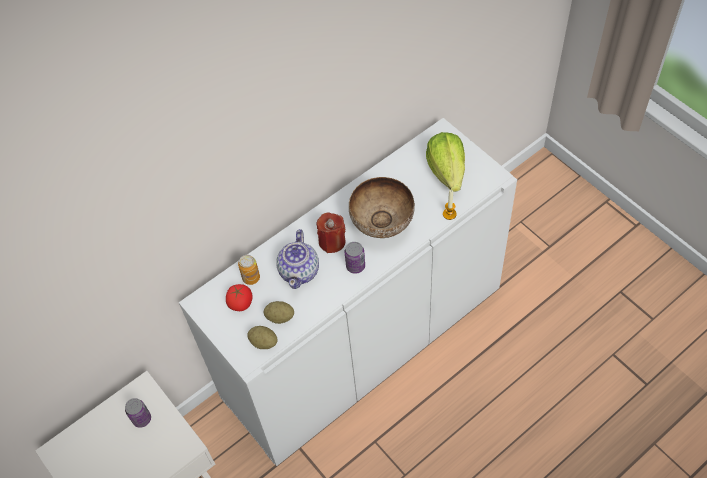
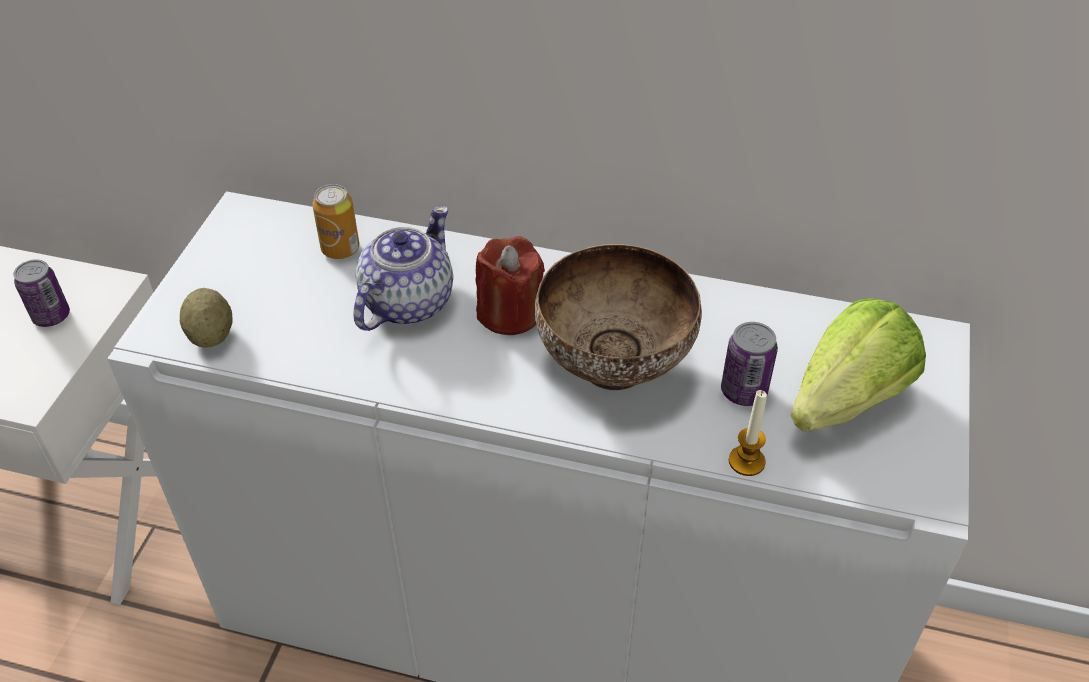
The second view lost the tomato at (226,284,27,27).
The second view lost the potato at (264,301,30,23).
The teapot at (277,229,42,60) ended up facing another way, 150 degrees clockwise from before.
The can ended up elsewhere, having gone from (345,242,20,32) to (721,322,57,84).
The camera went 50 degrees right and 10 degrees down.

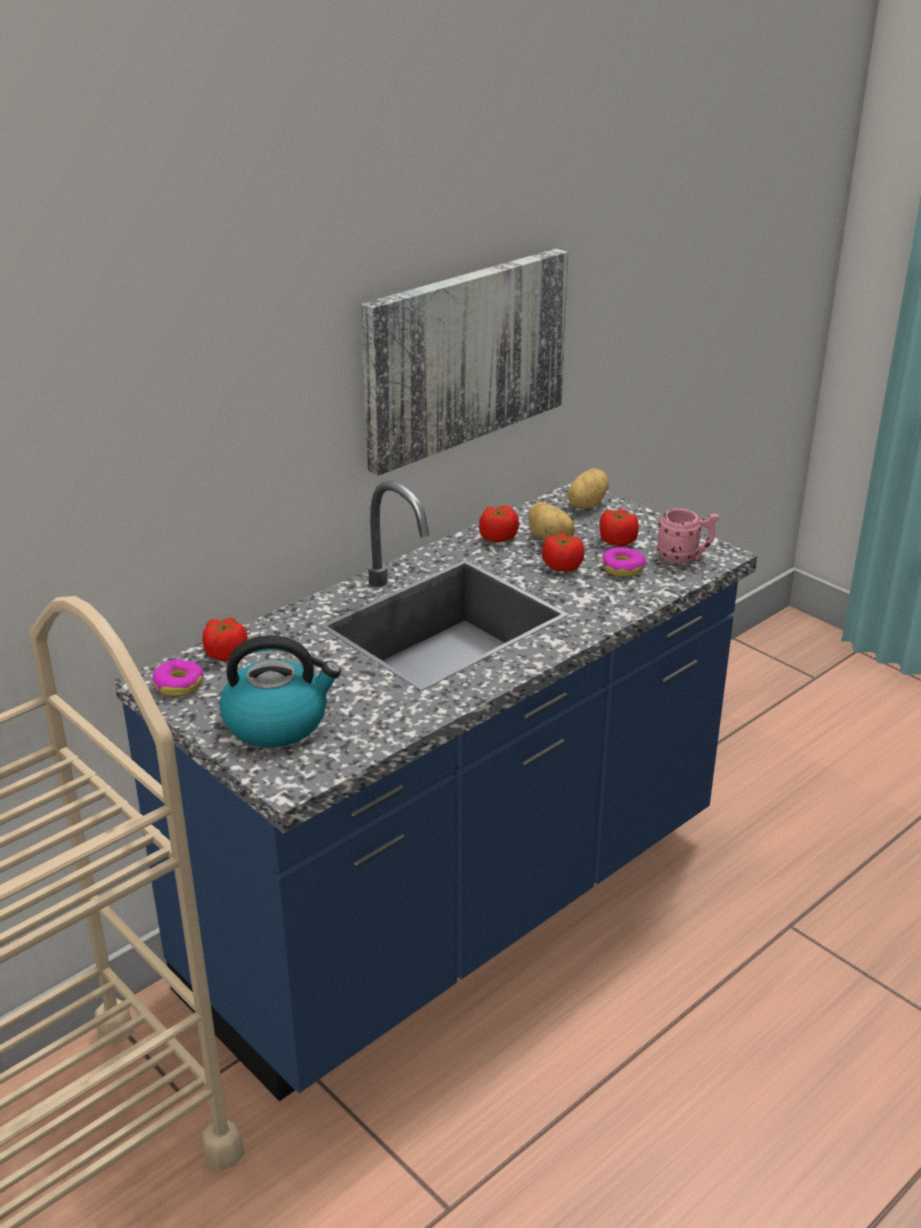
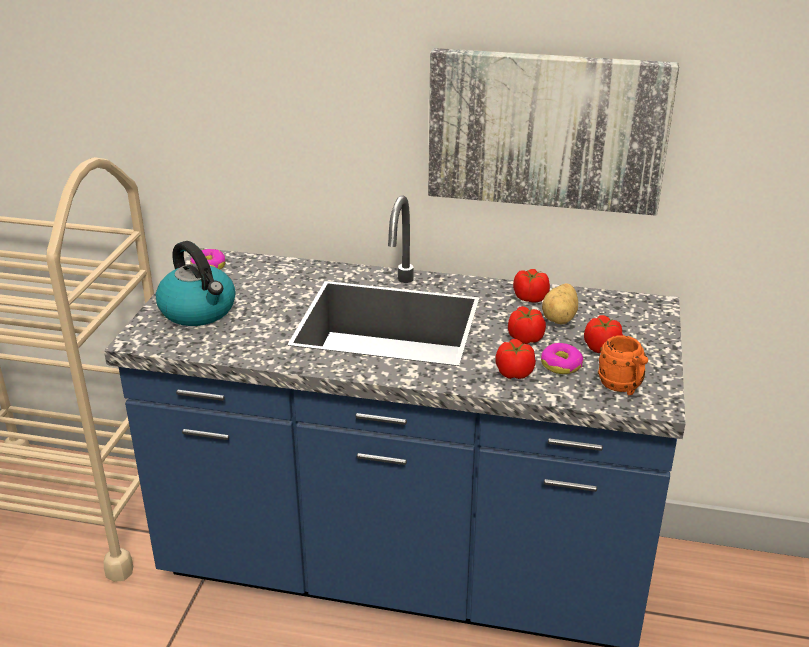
The tomato ended up elsewhere, having gone from (203,618,45,44) to (495,339,41,40).
The second view lost the potato at (567,468,42,41).
What was the pink mug at (657,508,62,56) turned into the orange mug at (598,335,50,60).
The camera went 55 degrees right and 0 degrees up.

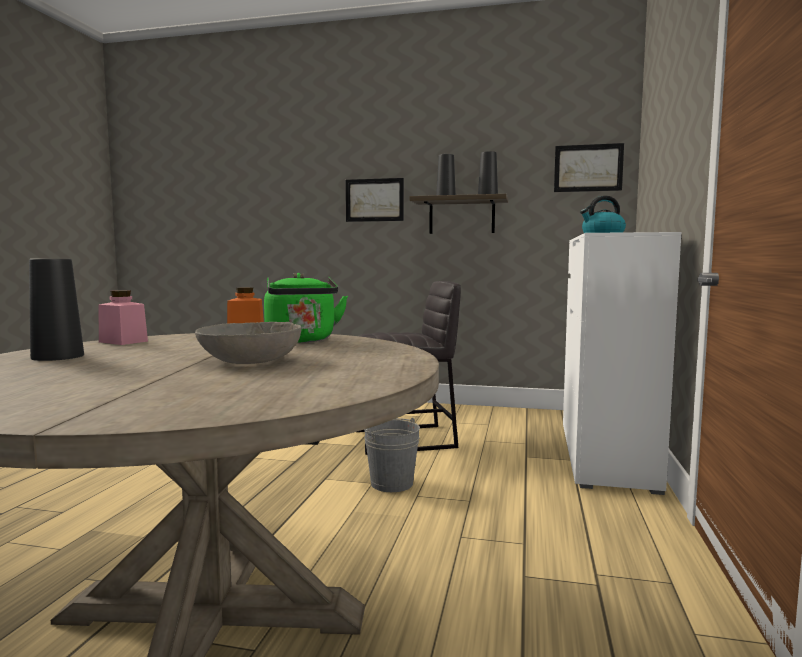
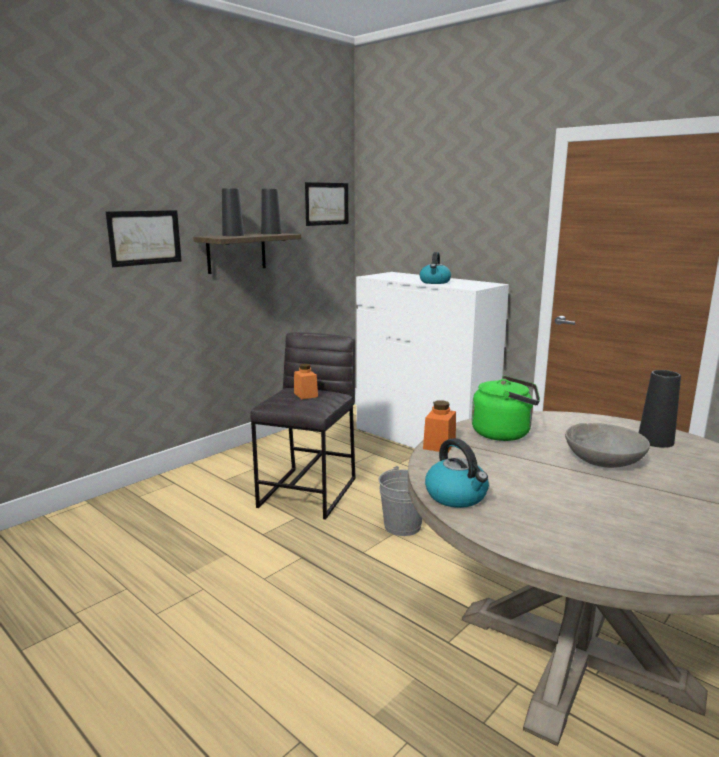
The black vase ended up elsewhere, having gone from (29,259,55,102) to (639,370,42,78).
Where the pink jar stood at (98,290,50,55), the kettle came to stand at (425,438,64,70).
The second view gained the orange jar at (294,364,24,36).
The camera went 60 degrees left and 10 degrees up.

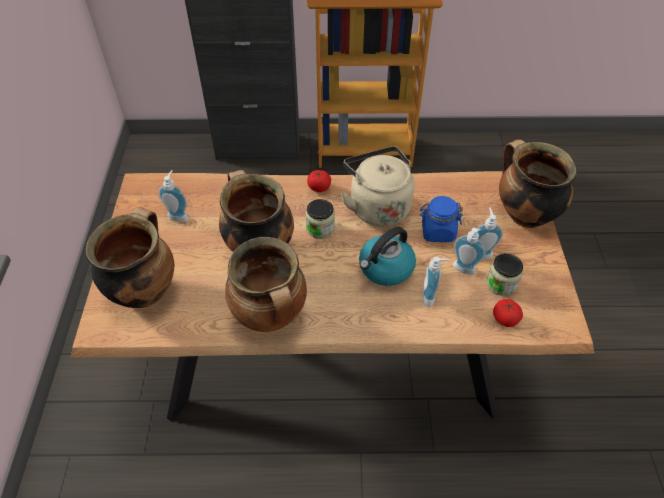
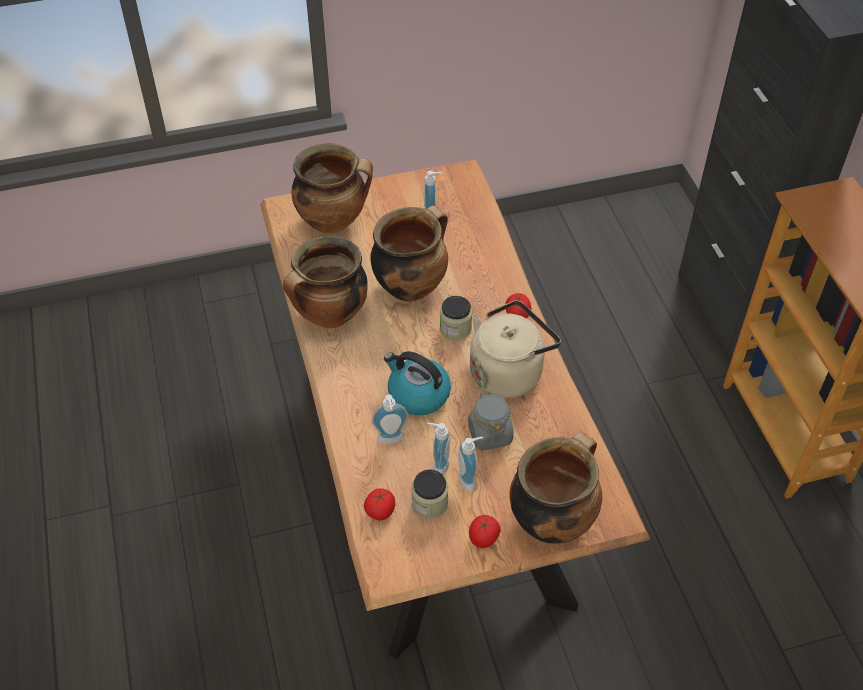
What was the blue jar at (420,196,43,46) turned into the grey jar at (468,392,46,59).
The second view gained the tomato at (469,515,32,33).
The camera went 75 degrees right and 0 degrees up.

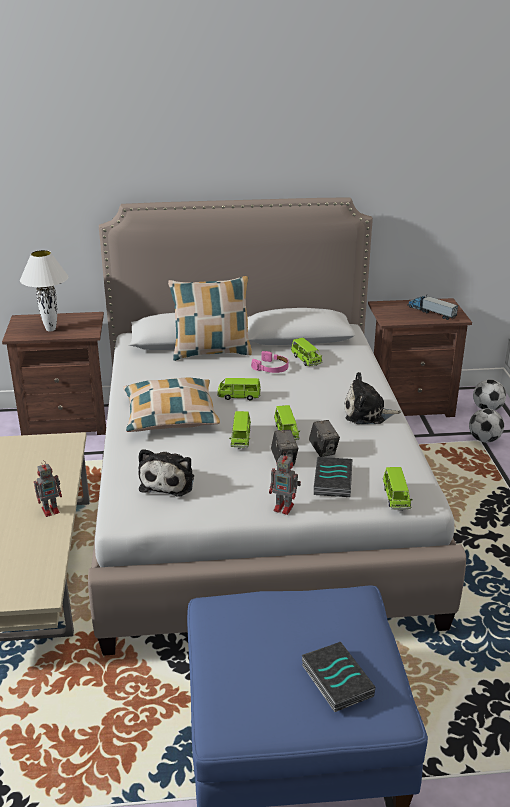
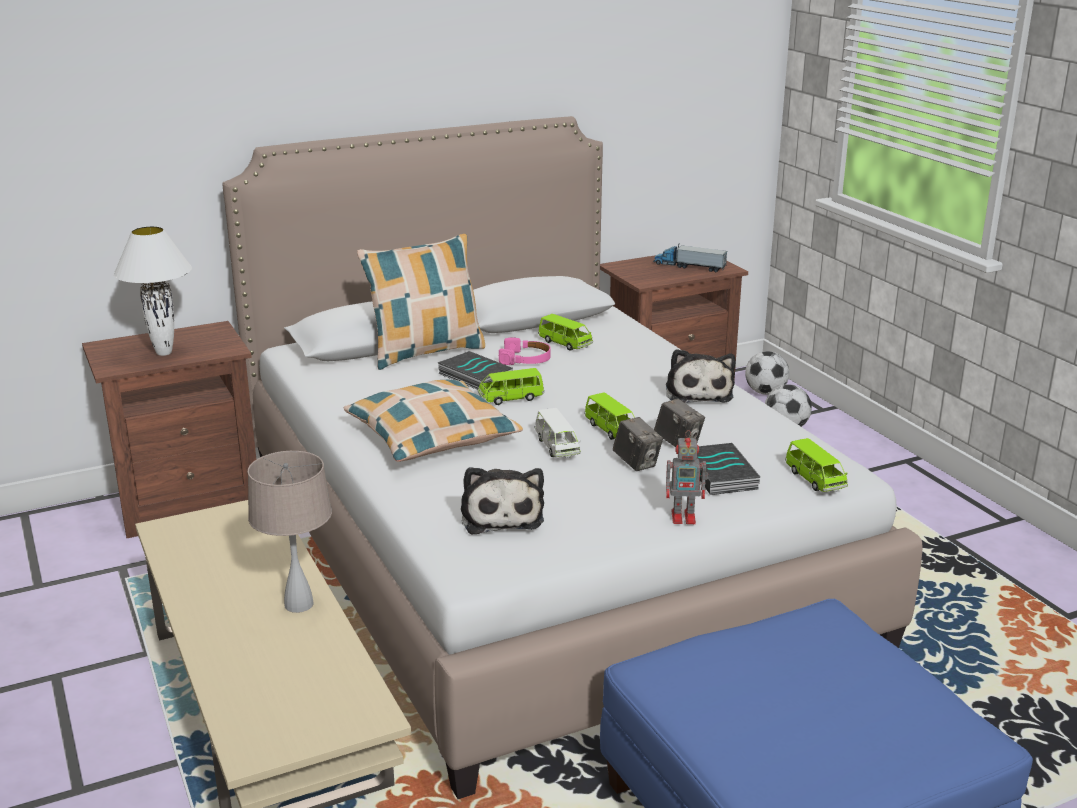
Where the toy robot stood at (34,461,28,56), the beige table lamp came to stand at (248,451,84,162).
What was the green toy car at (229,411,22,37) turned into the white toy car at (535,408,46,50).
The book ended up elsewhere, having gone from (302,642,73,70) to (437,351,76,39).
The plush toy at (345,372,56,52) ended up facing another way, 75 degrees counterclockwise from before.
The camera went 20 degrees left and 5 degrees down.

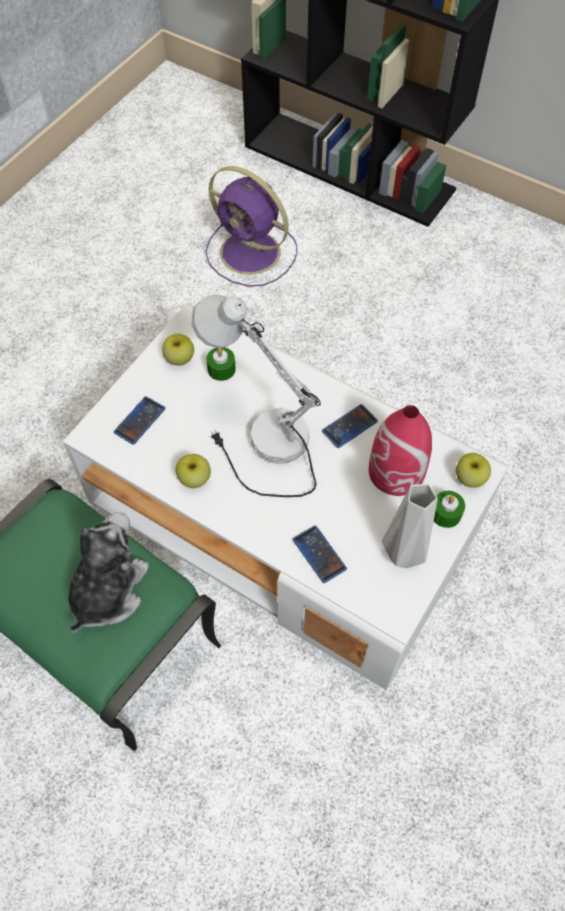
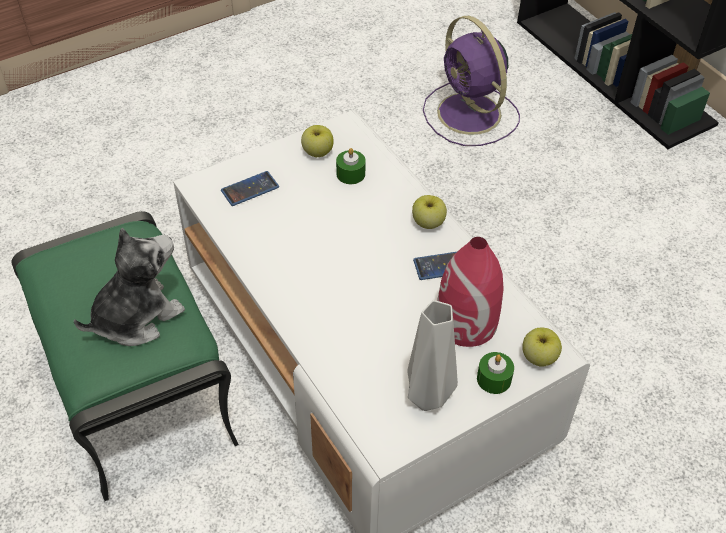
The apple ended up elsewhere, having gone from (175,454,36,34) to (412,195,35,34).
The second view lost the white table lamp at (192,294,129,203).
The second view lost the phone at (292,526,55,57).
The camera went 25 degrees right and 10 degrees down.

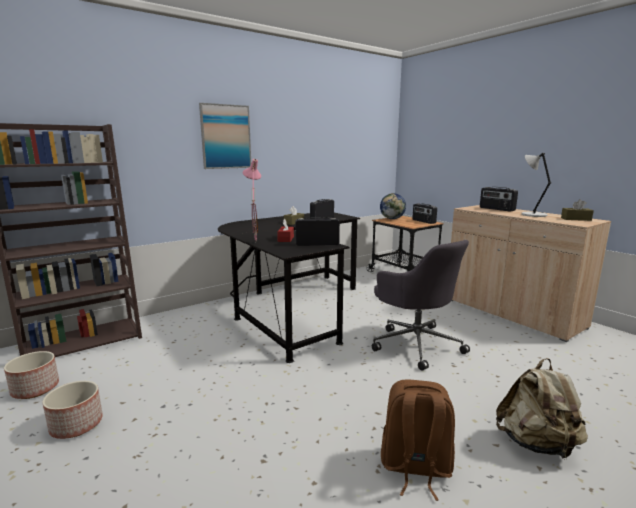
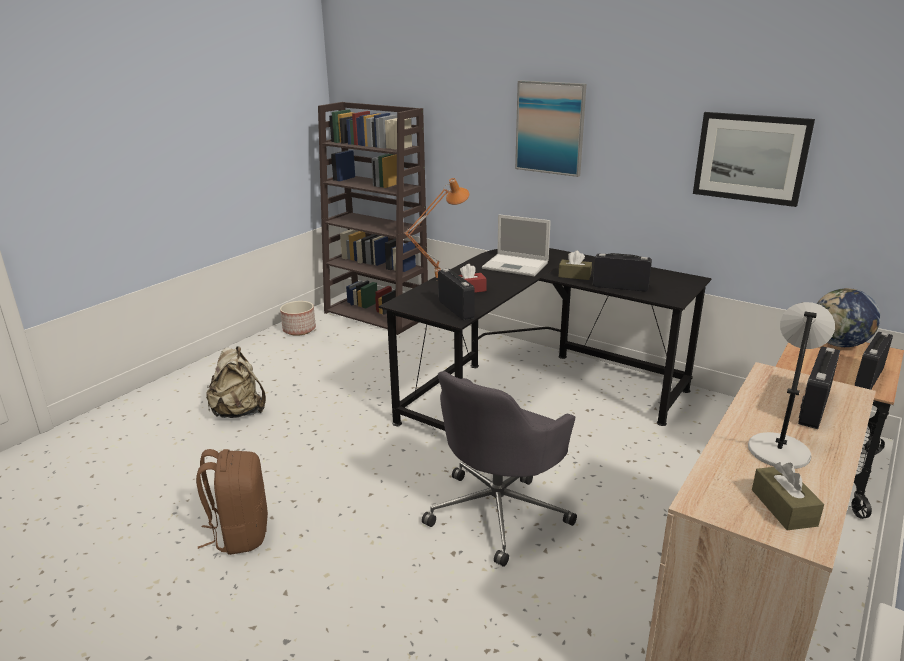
The second view lost the planter at (42,381,61,58).
What was the pink table lamp at (243,159,18,82) turned into the orange table lamp at (404,178,66,103).
The beige backpack ended up elsewhere, having gone from (496,358,92,102) to (206,346,60,72).
The second view gained the laptop at (482,214,69,62).
The second view gained the picture at (693,112,122,95).
The camera went 70 degrees right and 10 degrees up.

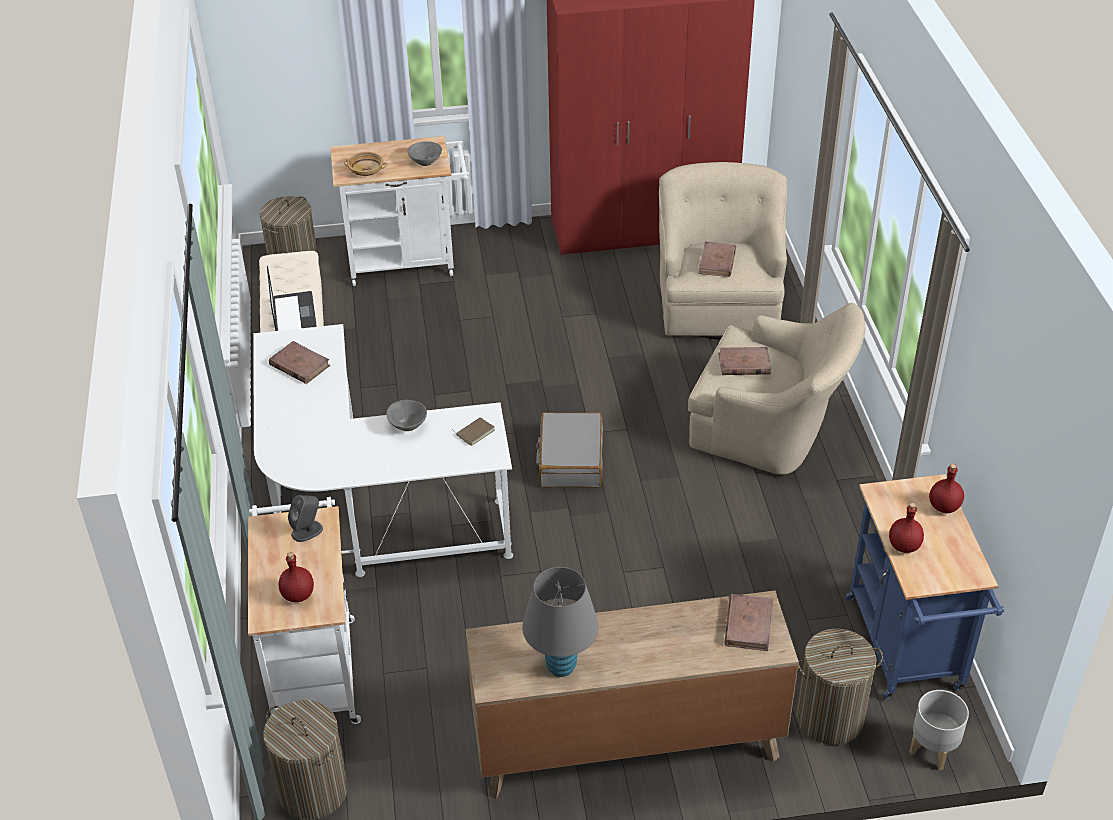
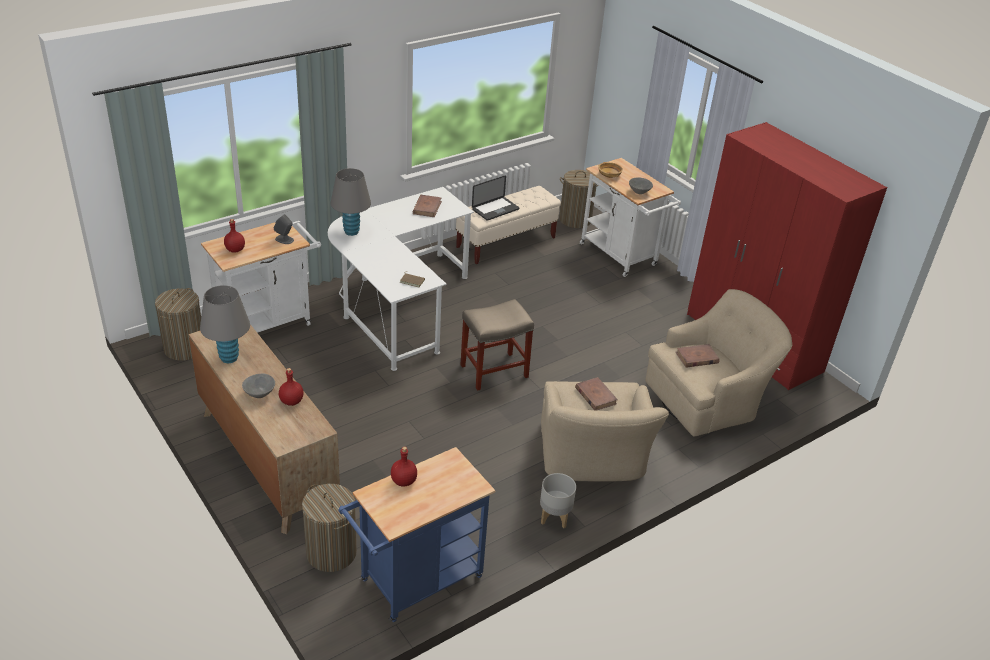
The grey bowl ended up elsewhere, having gone from (386,400,41,31) to (242,374,33,24).
Where the grey suitcase stood at (536,412,67,76), the beige stool came to stand at (460,299,74,92).
The second view lost the brown book at (724,594,49,57).
The grey planter ended up elsewhere, having gone from (909,690,60,80) to (540,473,36,55).
The red bottle ended up elsewhere, having gone from (929,464,35,49) to (279,368,25,38).
The second view gained the grey table lamp at (331,168,40,68).
The camera went 60 degrees right and 5 degrees down.

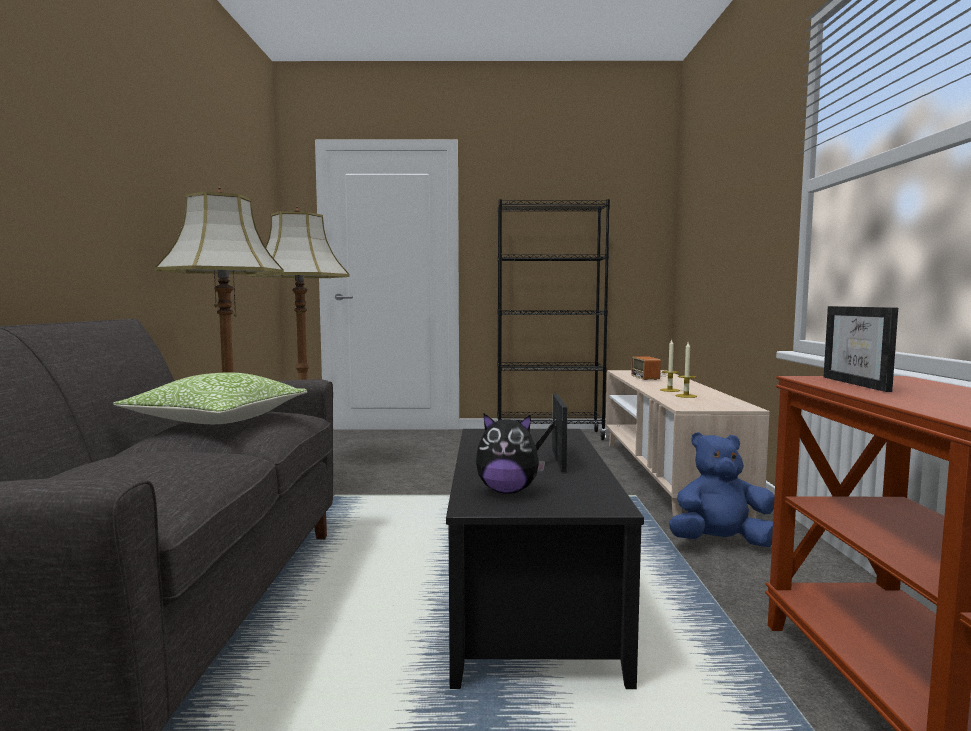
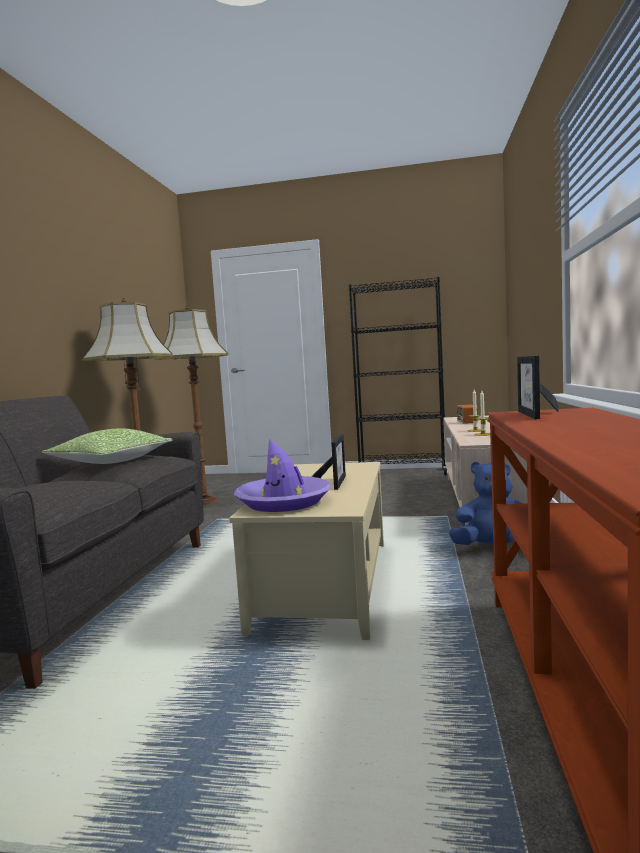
What was the black coffee table at (446,429,198,260) turned into the beige coffee table at (229,462,155,178).
Where the plush toy stood at (476,414,69,80), the purple hat came to stand at (234,439,98,73).
The camera went 10 degrees right and 0 degrees up.

